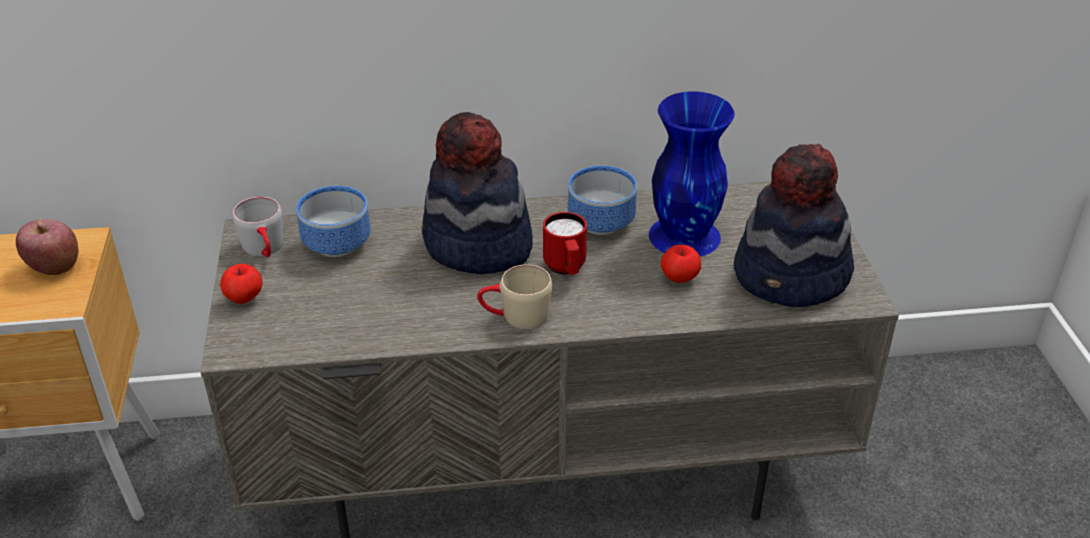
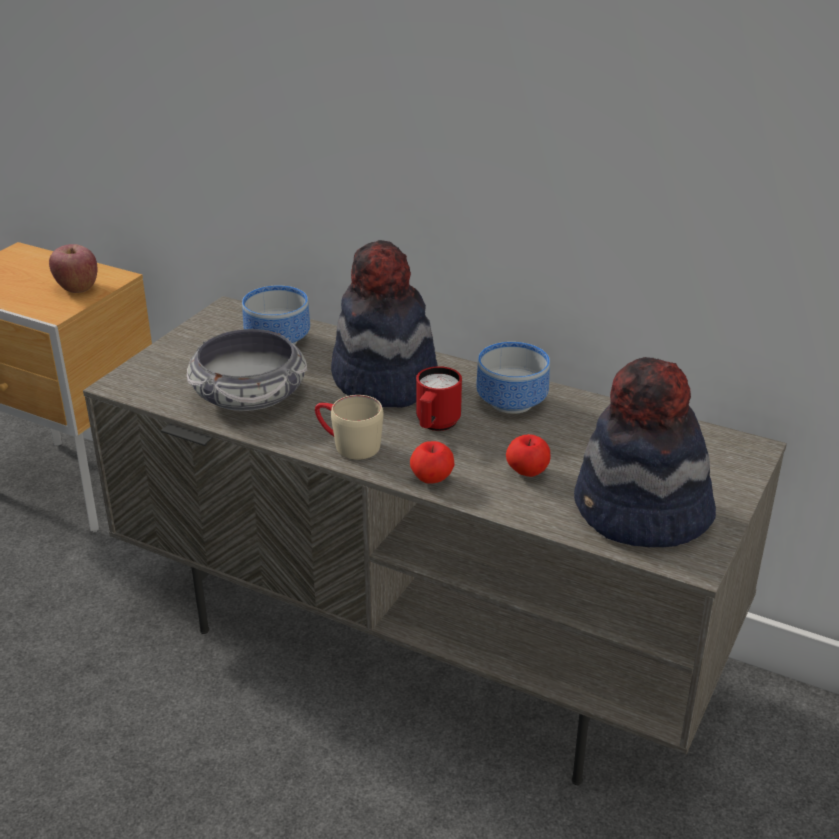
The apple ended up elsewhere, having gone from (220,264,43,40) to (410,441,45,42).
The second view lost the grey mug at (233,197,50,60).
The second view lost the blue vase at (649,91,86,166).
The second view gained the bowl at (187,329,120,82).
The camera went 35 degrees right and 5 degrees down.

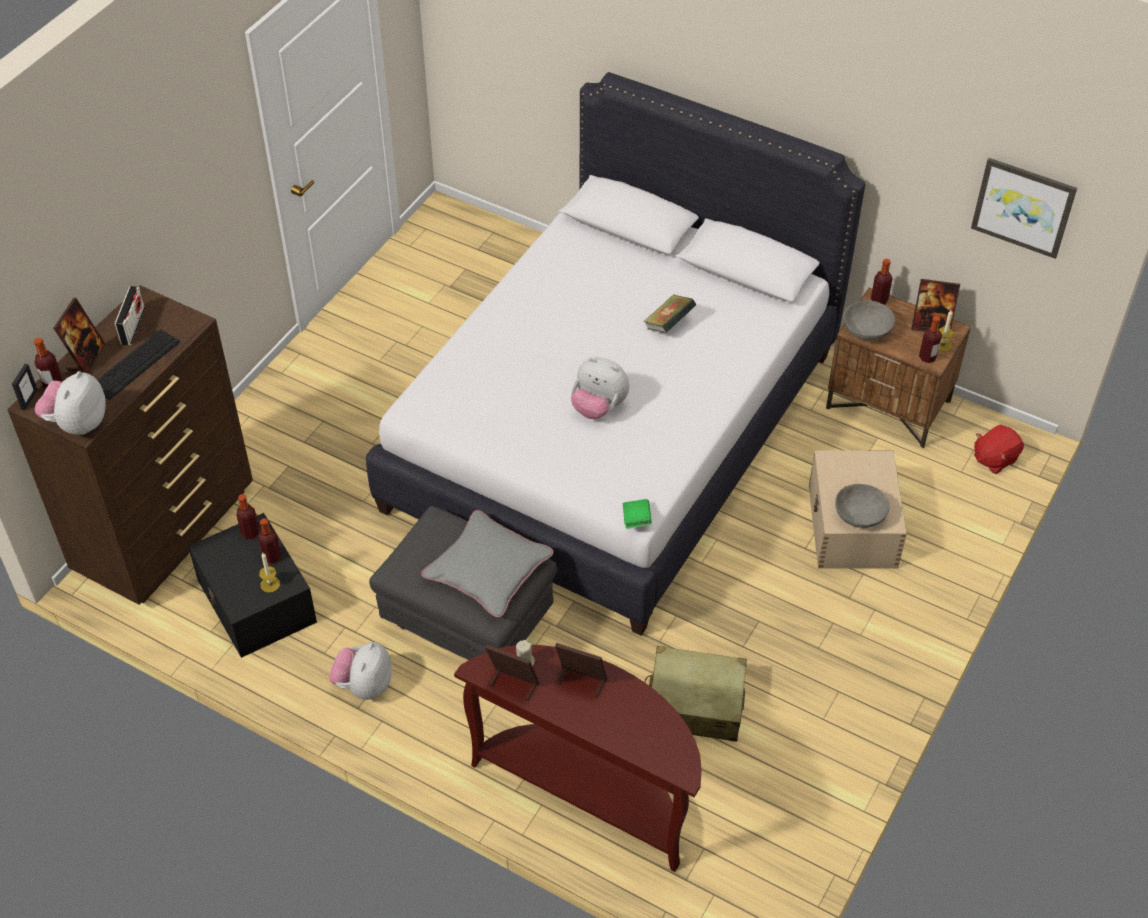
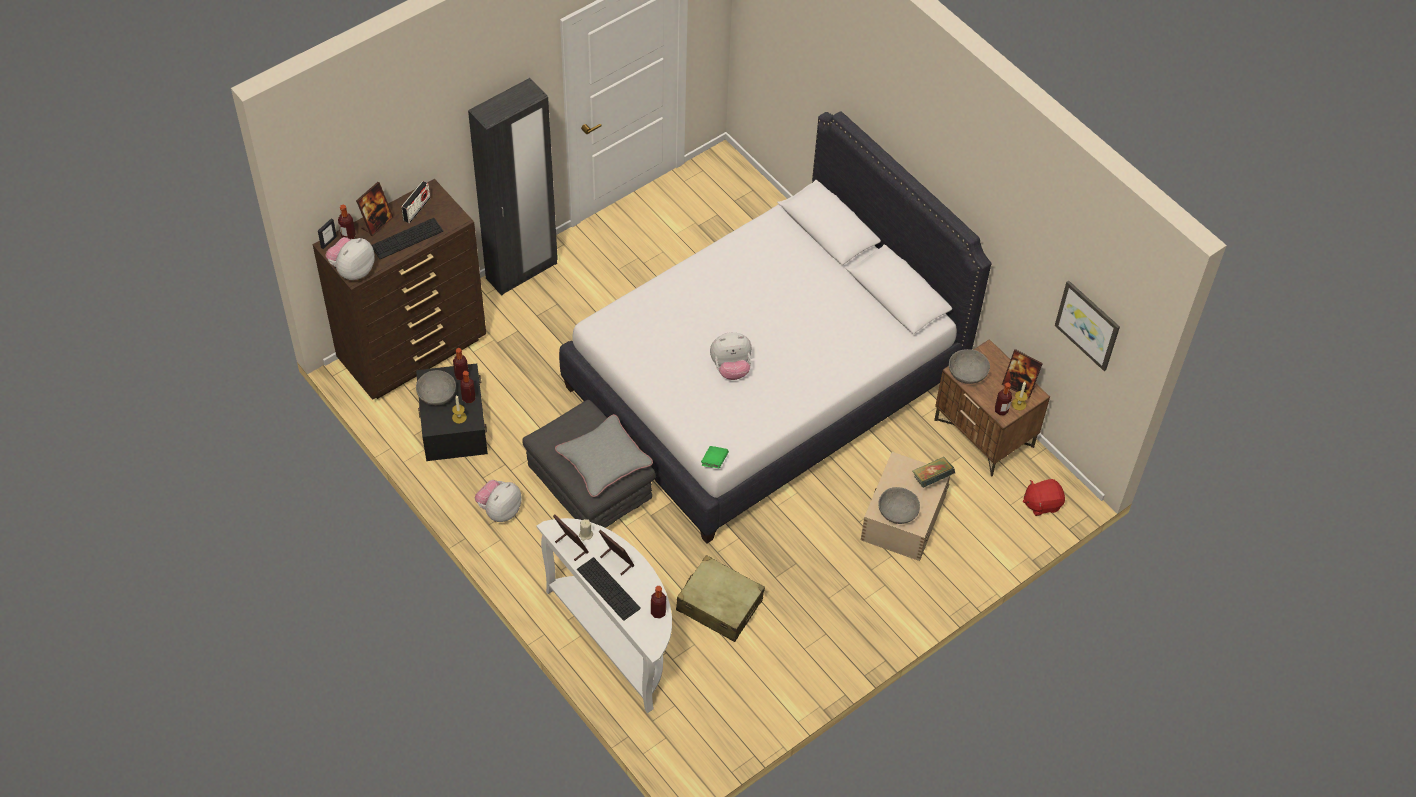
What was the brown console table at (454,645,247,227) turned into the white console table at (537,518,135,195).
The plush toy at (571,357,59,62) ended up facing another way, 60 degrees counterclockwise from before.
The book ended up elsewhere, having gone from (643,294,53,39) to (913,457,42,31).
The bottle ended up elsewhere, having gone from (871,259,22,46) to (651,586,15,33).
The second view gained the grey bowl at (416,370,40,35).
The second view gained the black wardrobe at (468,78,90,218).
The second view gained the keyboard at (577,557,64,64).
The camera went 20 degrees right and 5 degrees up.

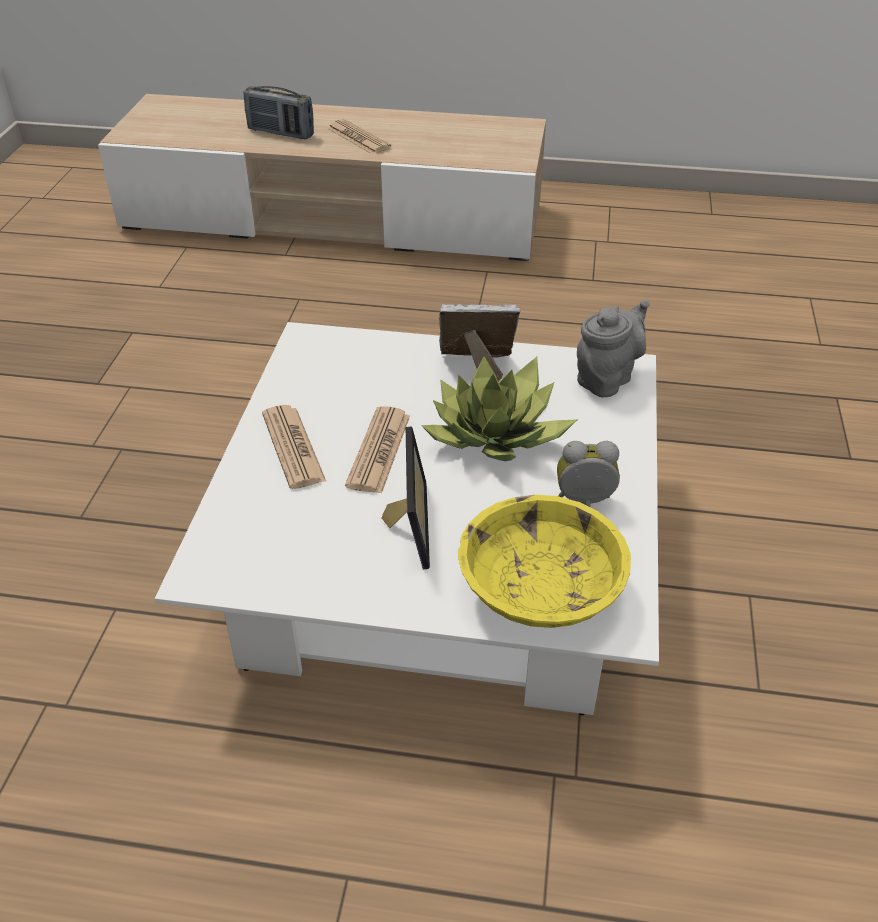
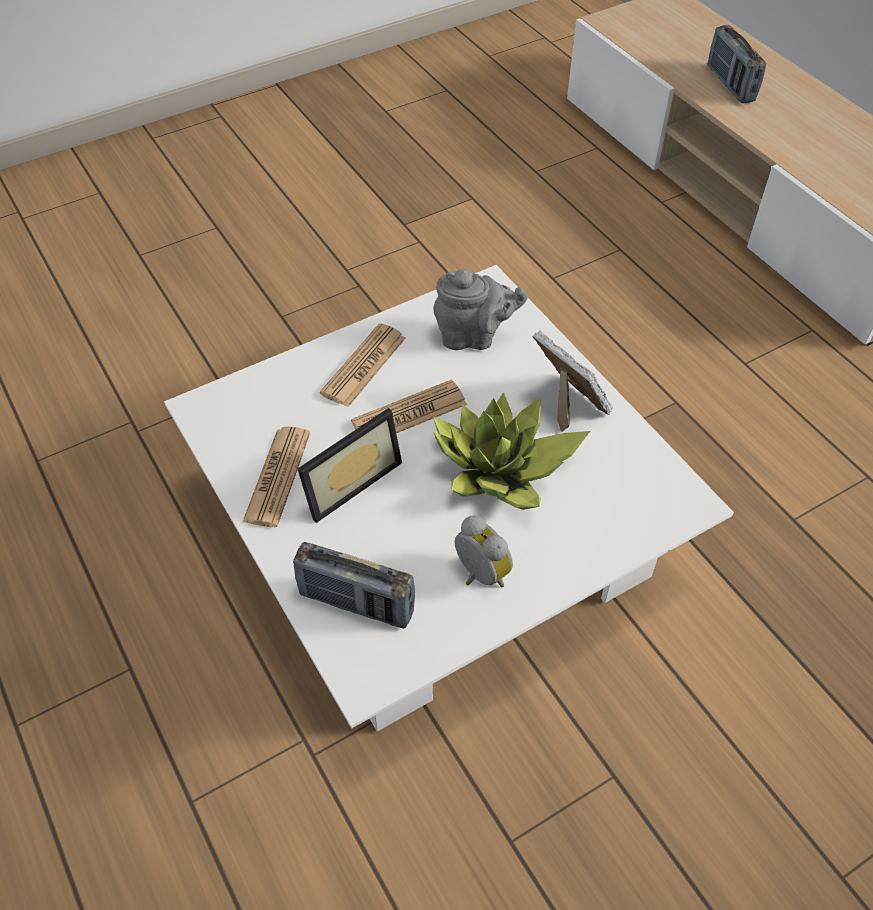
The newspaper ended up elsewhere, having gone from (327,119,64,35) to (243,426,67,101).
Where the yellow bowl stood at (458,495,173,133), the radio came to stand at (293,542,122,86).
The grey teapot ended up elsewhere, having gone from (577,300,73,97) to (433,269,95,81).
The camera went 50 degrees right and 10 degrees up.

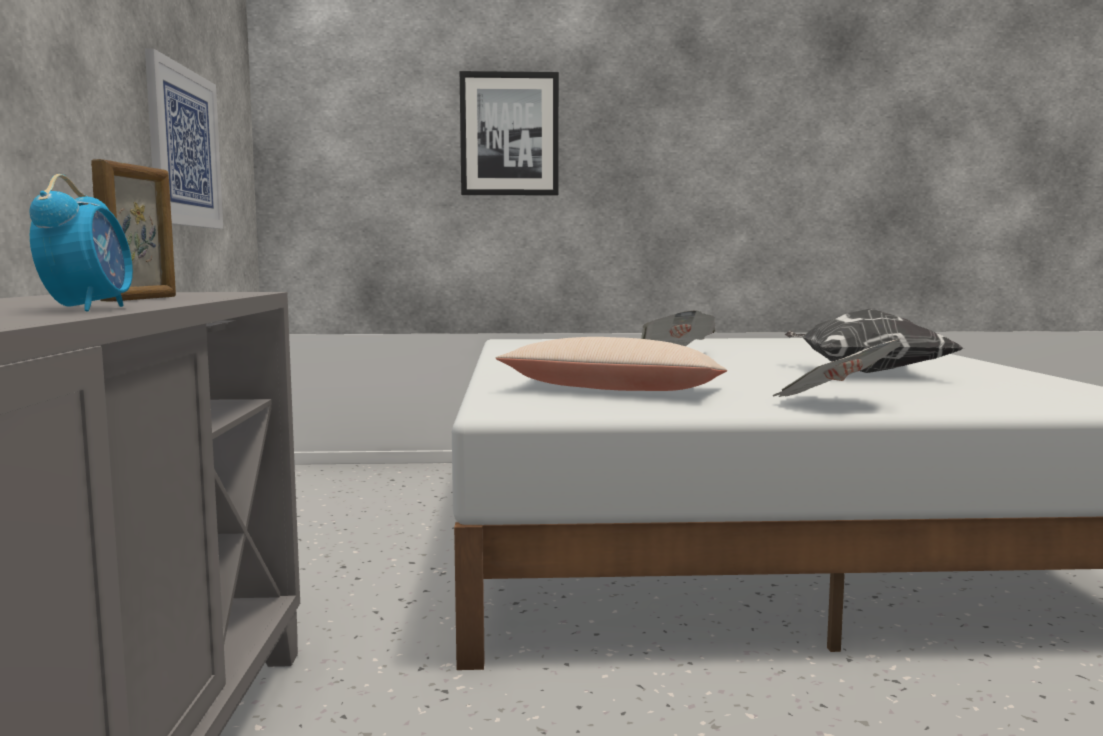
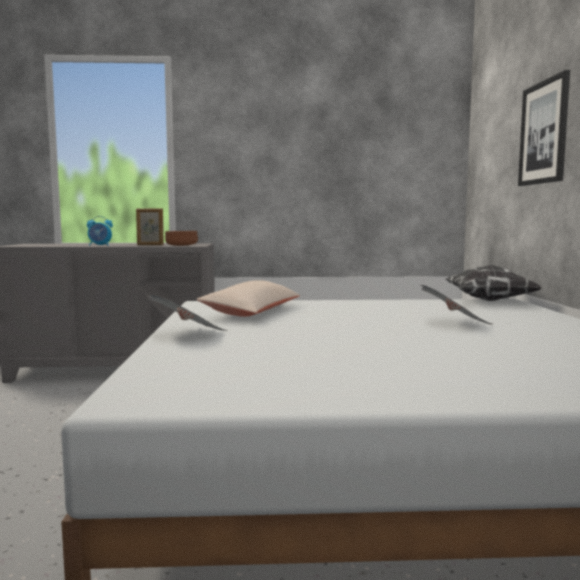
The second view lost the picture at (145,48,78,181).
The pillow ended up elsewhere, having gone from (785,309,178,64) to (446,265,95,36).
The second view gained the brown bowl at (165,231,33,15).
The camera went 90 degrees right and 0 degrees up.

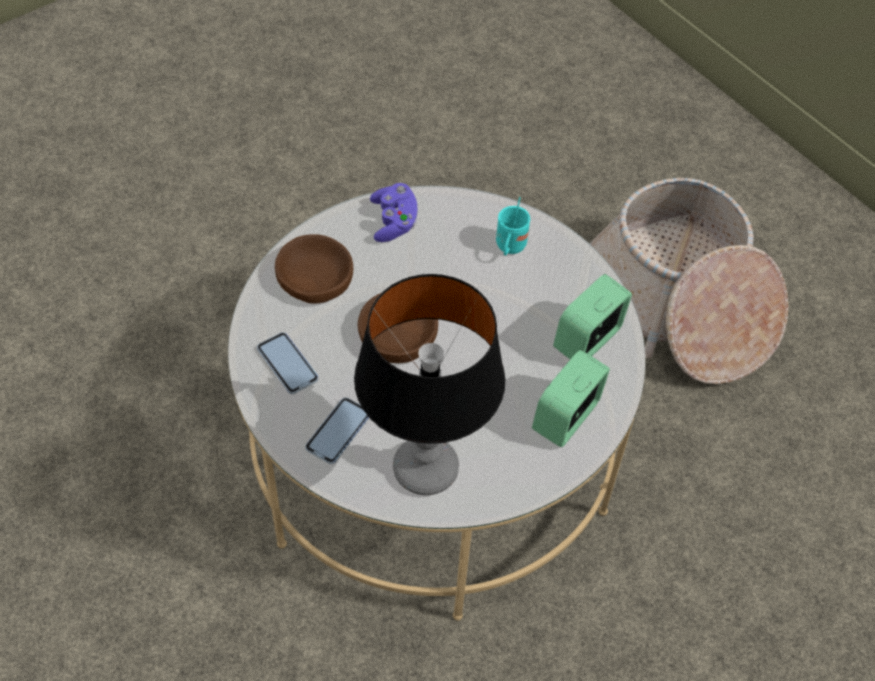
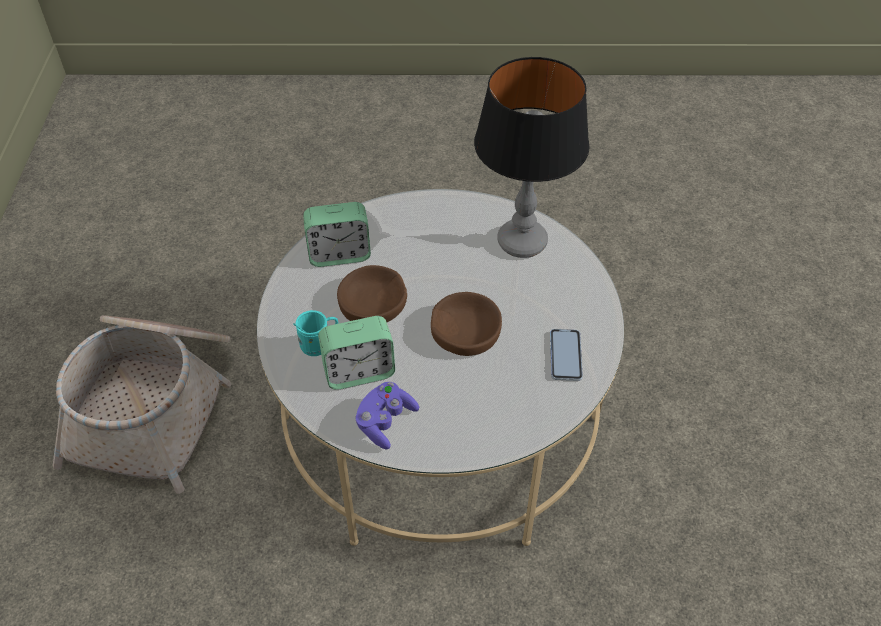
The brown bowl ended up elsewhere, having gone from (275,234,78,69) to (337,265,70,57).
The second view lost the phone at (305,397,64,67).
The alarm clock ended up elsewhere, having gone from (532,350,78,97) to (318,316,77,74).
The camera went 140 degrees left and 5 degrees down.

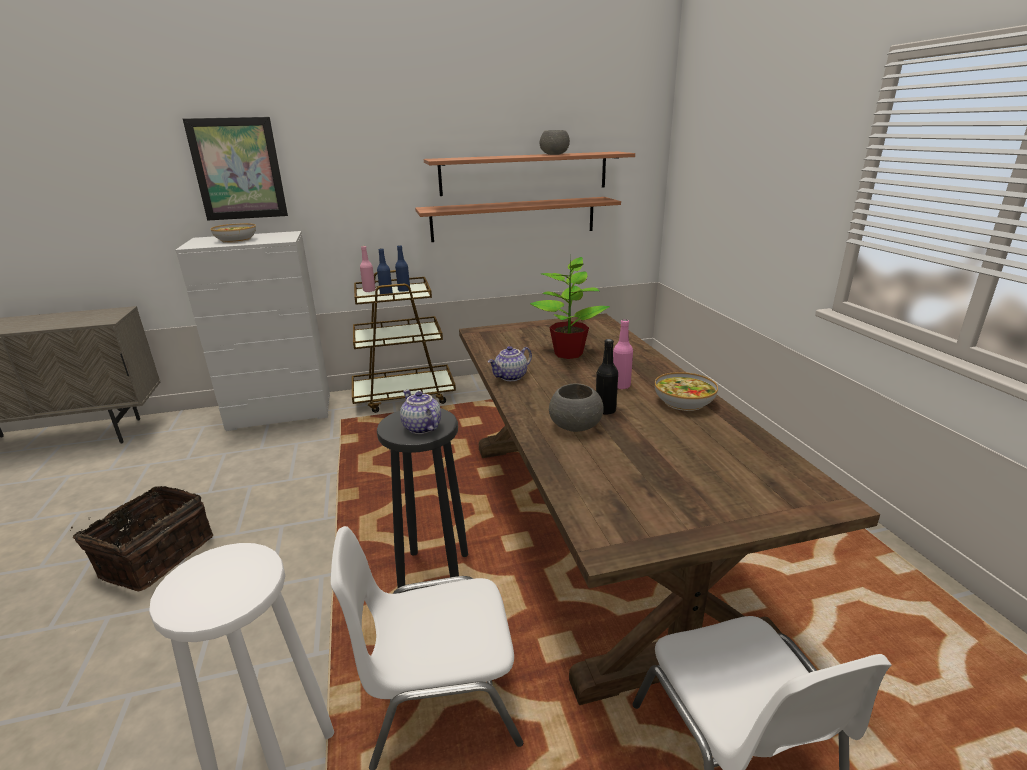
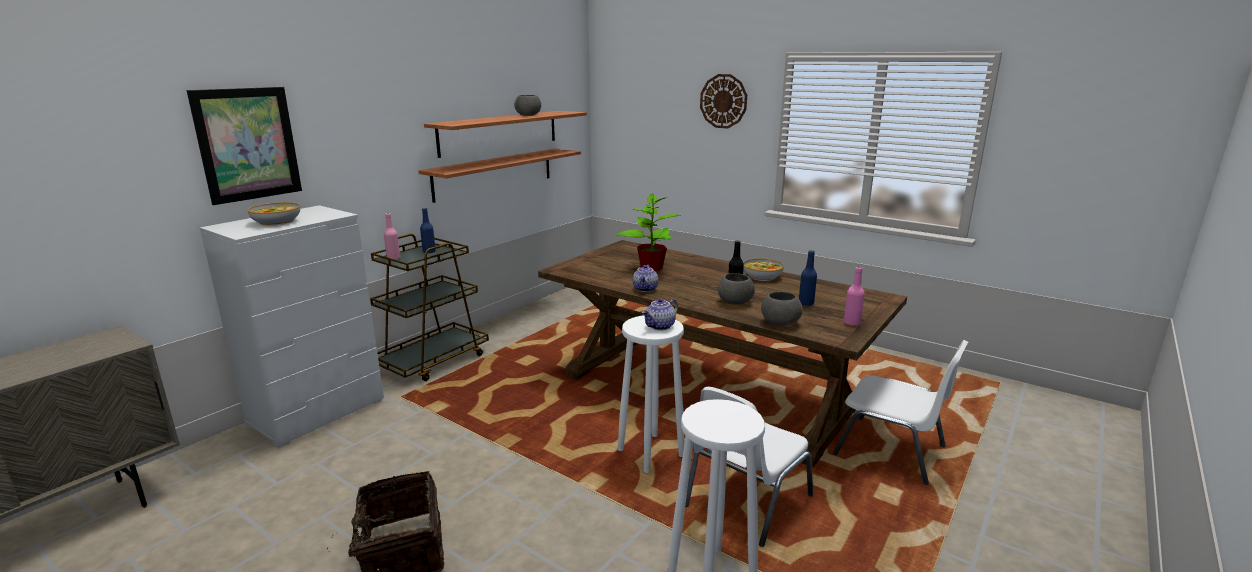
The blue bottle ended up elsewhere, having gone from (377,248,16,46) to (799,250,18,55).
What was the black stool at (377,409,91,179) turned into the white stool at (618,315,66,158).
The teapot at (400,390,41,44) ended up facing another way, 60 degrees counterclockwise from before.
The pink bottle ended up elsewhere, having gone from (613,319,20,70) to (844,266,21,60).
The second view gained the wall clock at (700,74,47,55).
The second view gained the grey bowl at (761,291,42,35).
The camera went 40 degrees left and 5 degrees down.

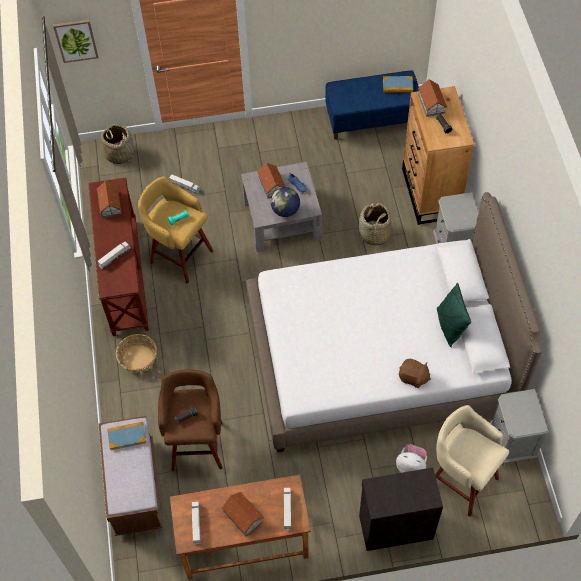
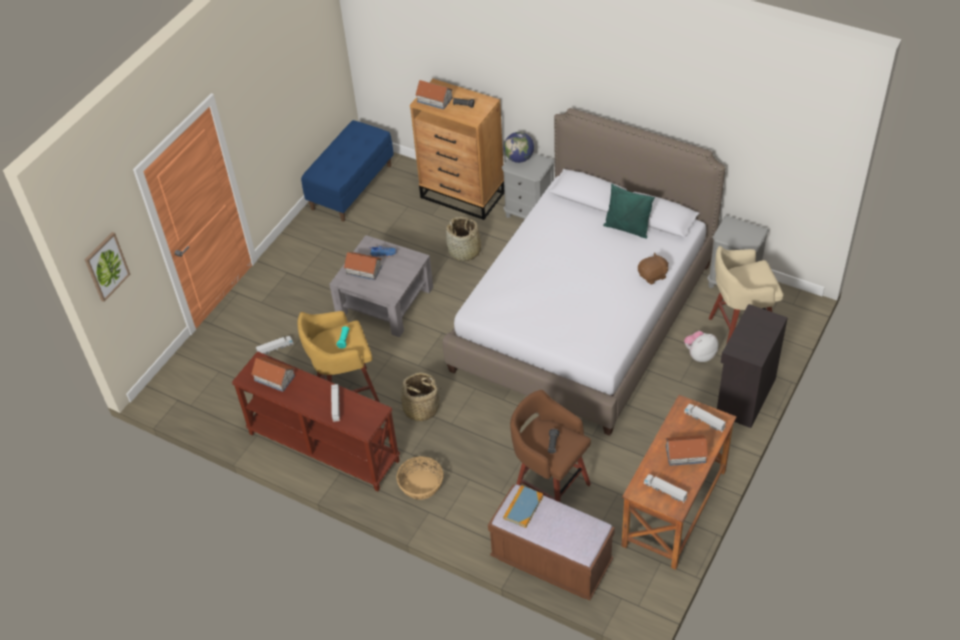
The basket ended up elsewhere, having gone from (101,124,33,40) to (394,372,50,50).
The globe ended up elsewhere, having gone from (271,187,29,30) to (504,132,30,31).
The second view lost the book at (383,76,30,16).
The camera went 50 degrees left and 10 degrees down.

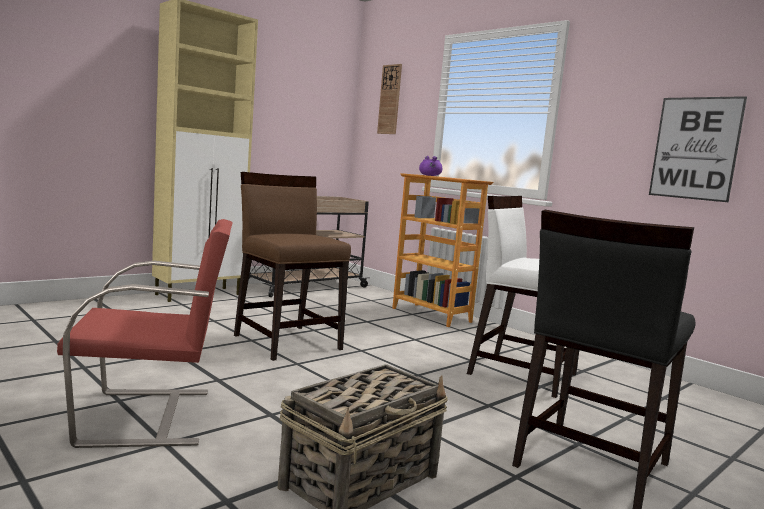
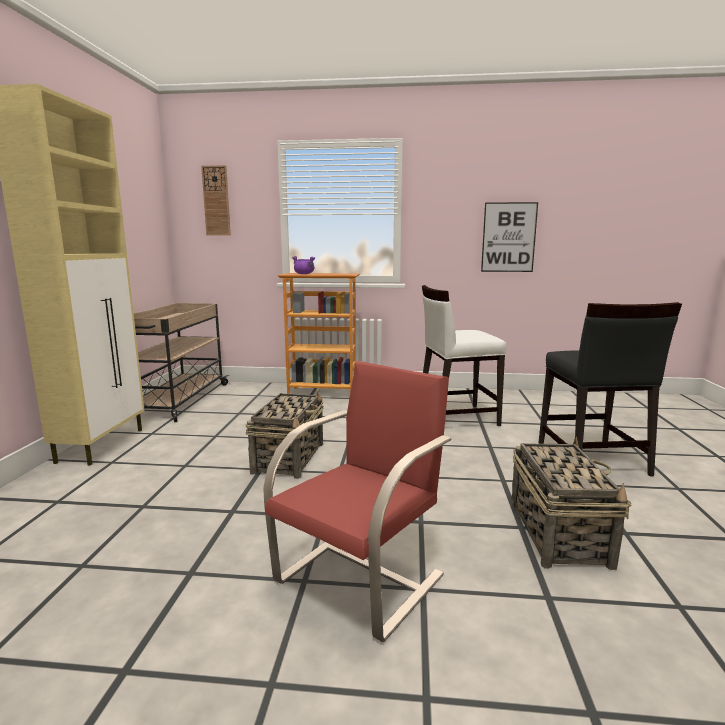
Where the brown chair stood at (234,172,117,189), the basket came to stand at (246,390,78,89).
The camera went 40 degrees left and 5 degrees up.

